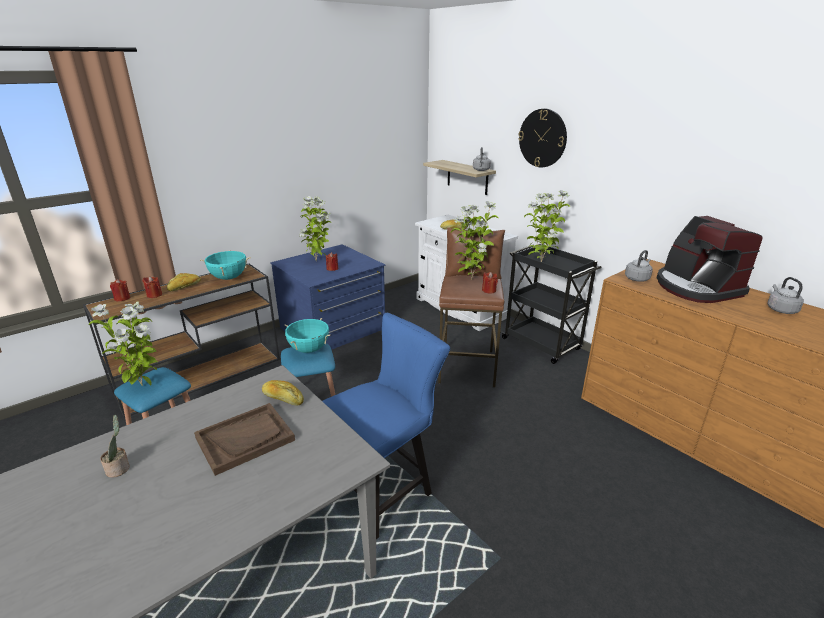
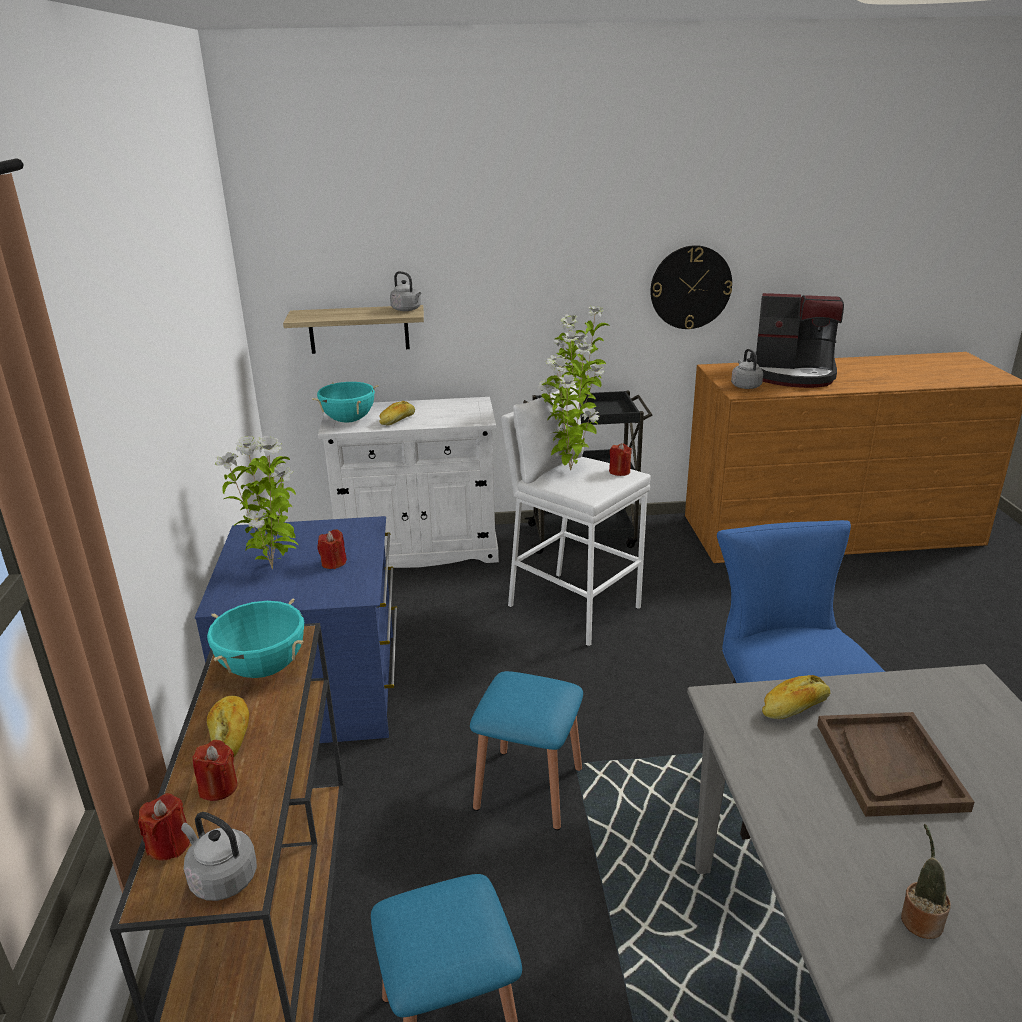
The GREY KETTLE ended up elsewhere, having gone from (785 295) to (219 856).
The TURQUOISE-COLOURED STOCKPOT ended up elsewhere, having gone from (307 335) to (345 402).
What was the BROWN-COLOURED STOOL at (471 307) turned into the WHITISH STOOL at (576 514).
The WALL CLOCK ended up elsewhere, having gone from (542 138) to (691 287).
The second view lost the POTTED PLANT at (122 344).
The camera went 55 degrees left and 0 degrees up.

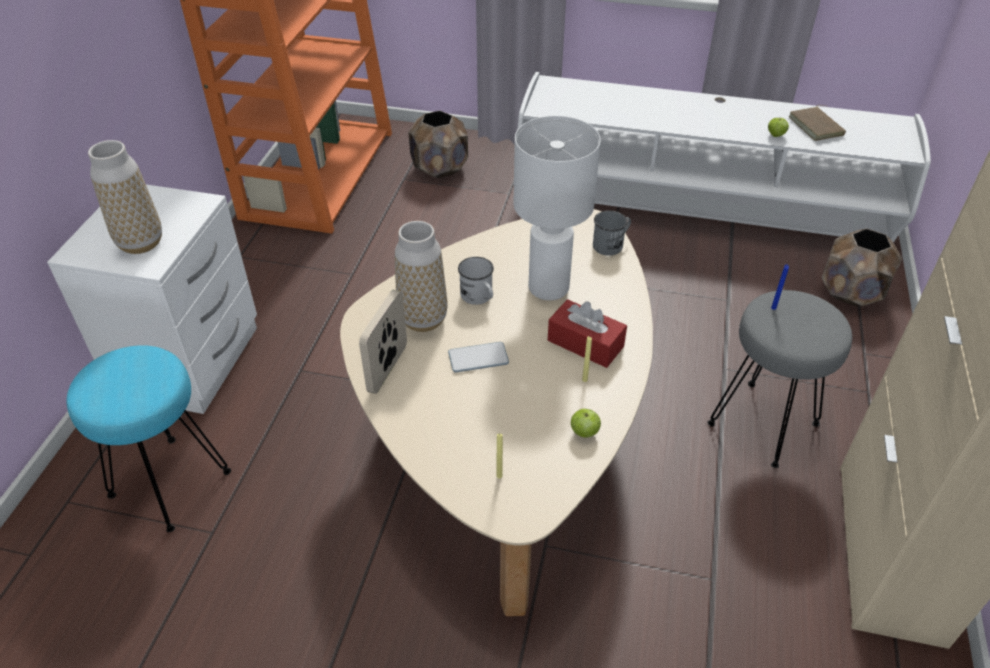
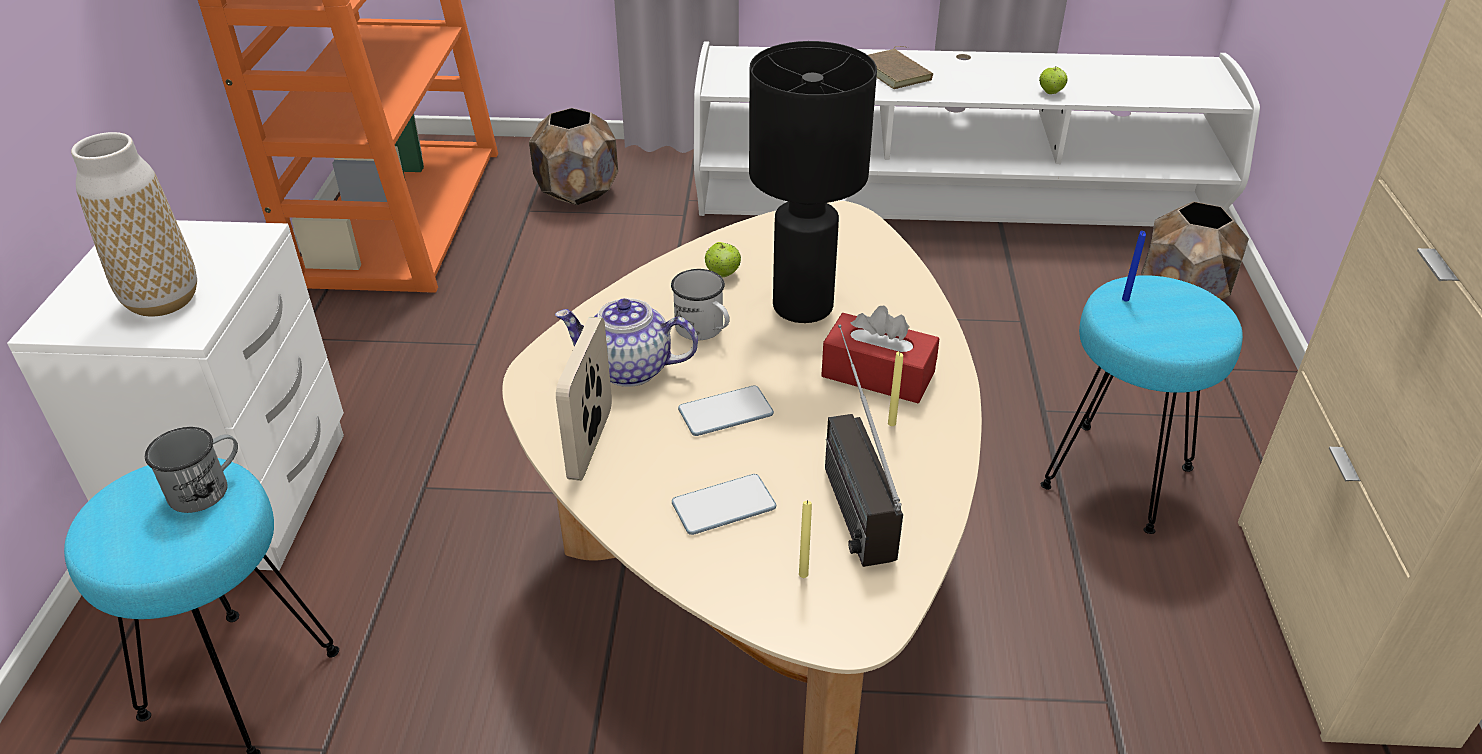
The GREY MUG ended up elsewhere, having gone from (612 233) to (191 470).
Where the DECORATIVE VASE stood at (421 276), the TEA POT came to stand at (626 342).
The second view gained the PHONE at (724 504).
The APPLE FRUIT ended up elsewhere, having gone from (586 423) to (723 259).
What was the WHITISH TABLE LAMP at (557 208) turned into the BLACK TABLE LAMP at (813 182).
The second view gained the RADIO at (864 445).
The BROWN-COLOURED VOLUME ended up elsewhere, having gone from (817 123) to (900 67).
What was the GREY STOOL at (779 379) turned into the TURQUOISE-COLOURED STOOL at (1142 404).
The camera went 10 degrees left and 5 degrees down.

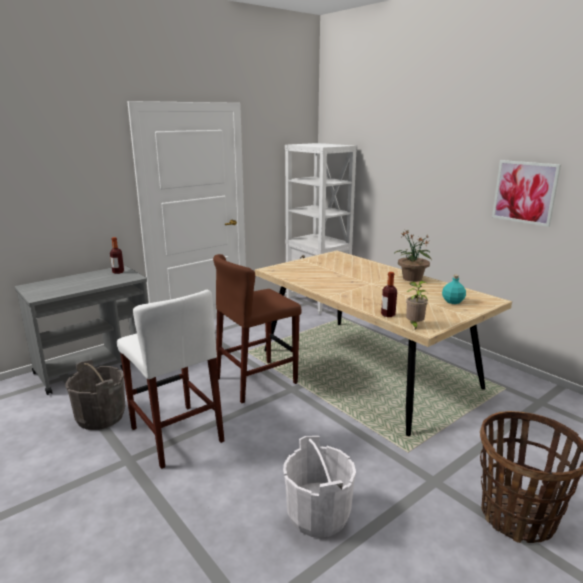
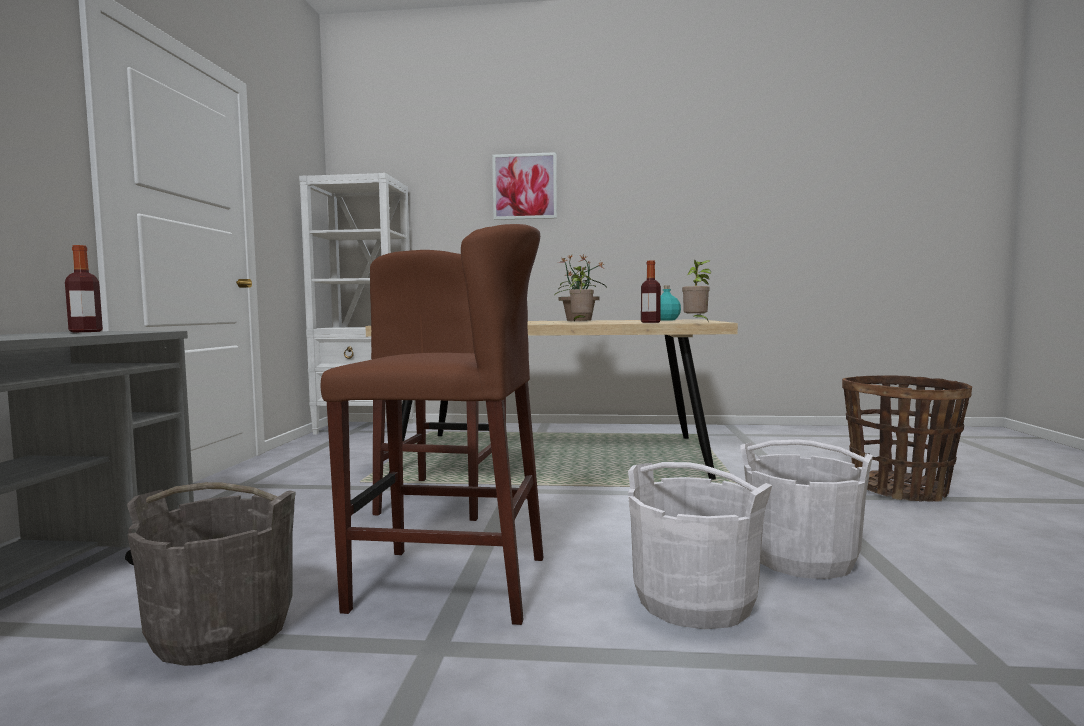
What was the WHITISH STOOL at (171 379) turned into the BROWN-COLOURED STOOL at (432 424).
The WALL PICTURE ended up elsewhere, having gone from (526 193) to (524 186).
The second view gained the POTTED PLANT at (581 294).
The second view gained the WHITISH PAIL at (700 545).
The camera went 45 degrees left and 15 degrees down.

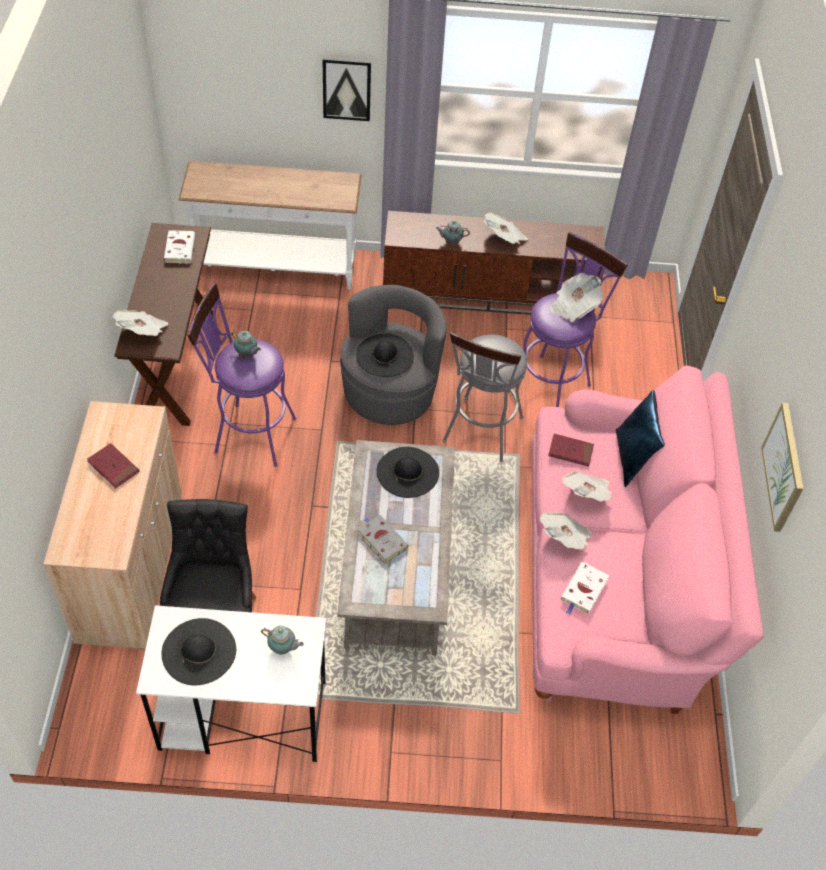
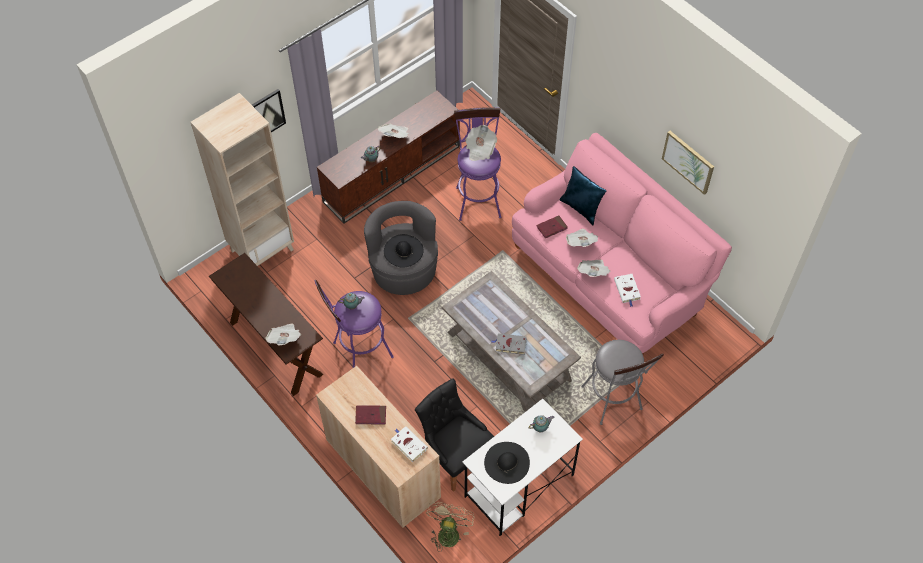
Where the WHITISH HALL TABLE stood at (269 225), the BEIGE-COLOURED SHELVING UNIT came to stand at (242 179).
The WHITISH VOLUME ended up elsewhere, having gone from (179 247) to (409 444).
The second view gained the BEIGE-COLOURED COOLING FAN at (450 526).
The GREY STOOL ended up elsewhere, having gone from (485 397) to (622 382).
The second view lost the BLACK HAT at (408 472).
The camera went 40 degrees left and 5 degrees up.

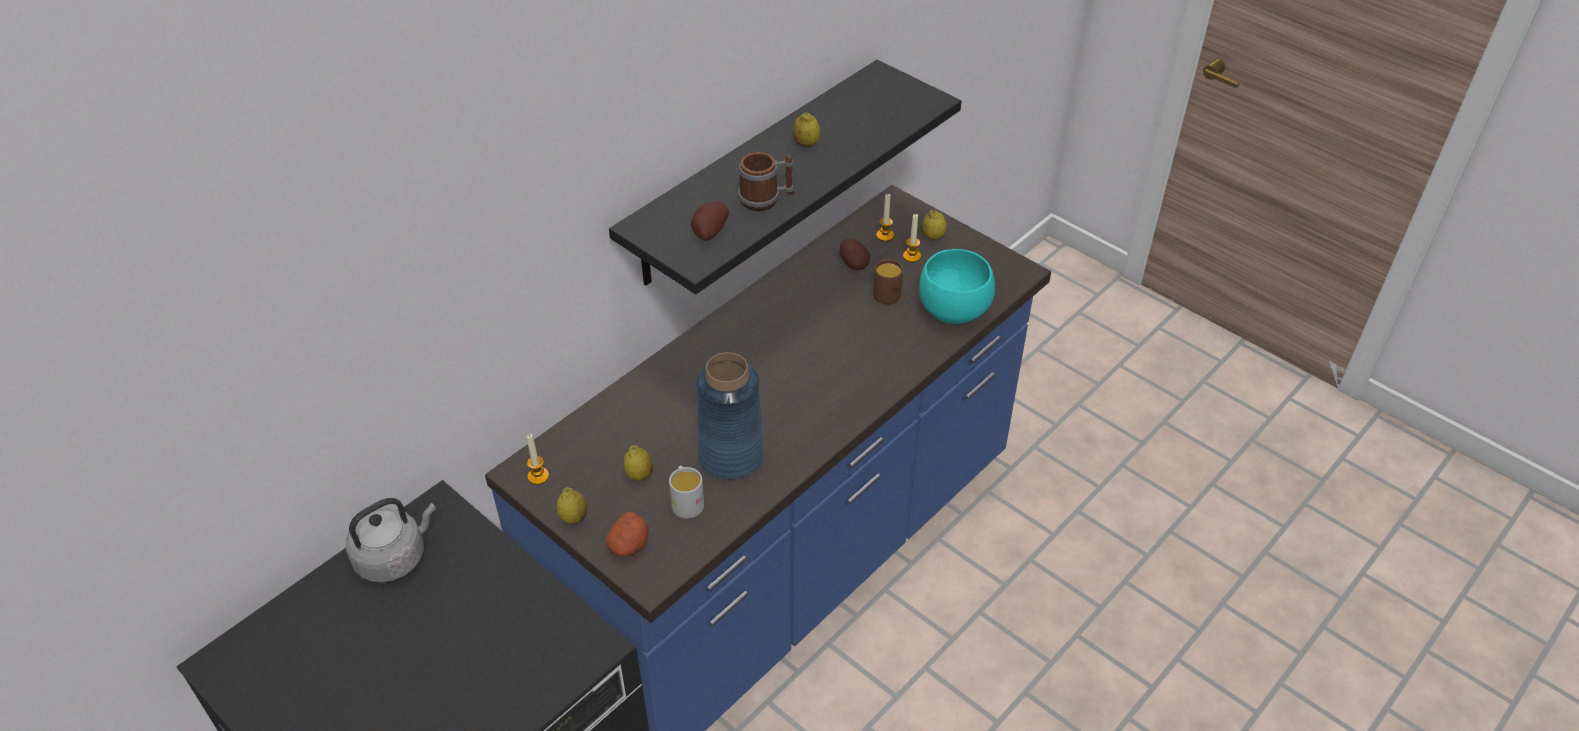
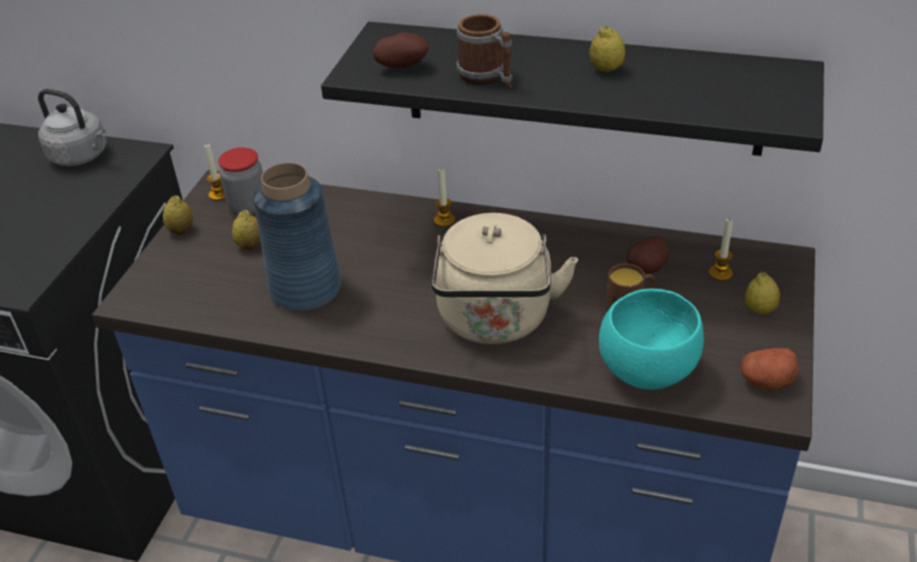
The second view gained the JAR at (240 181).
The second view gained the BEIGE-COLOURED KETTLE at (505 278).
The CANDLE ended up elsewhere, having gone from (912 238) to (444 198).
The WHOLE POTATO ended up elsewhere, having gone from (627 534) to (769 369).
The second view lost the WHITISH MUG at (686 492).
The camera went 65 degrees right and 5 degrees down.

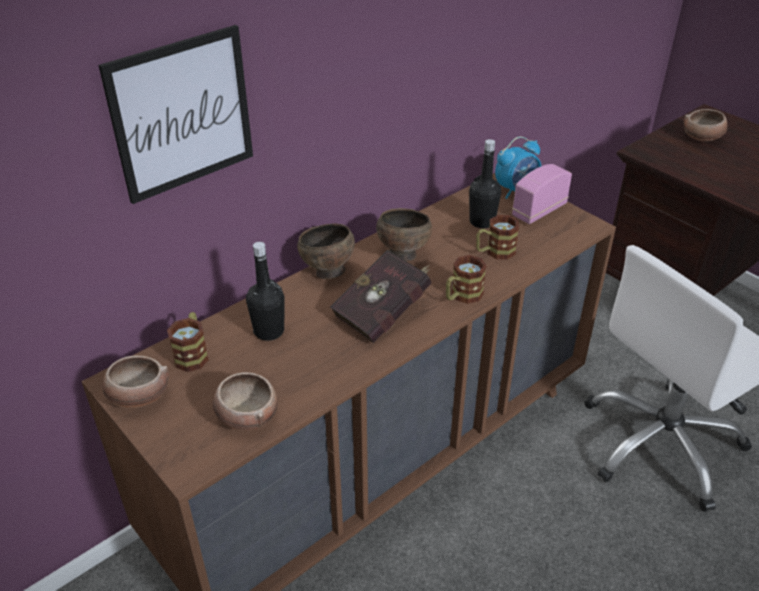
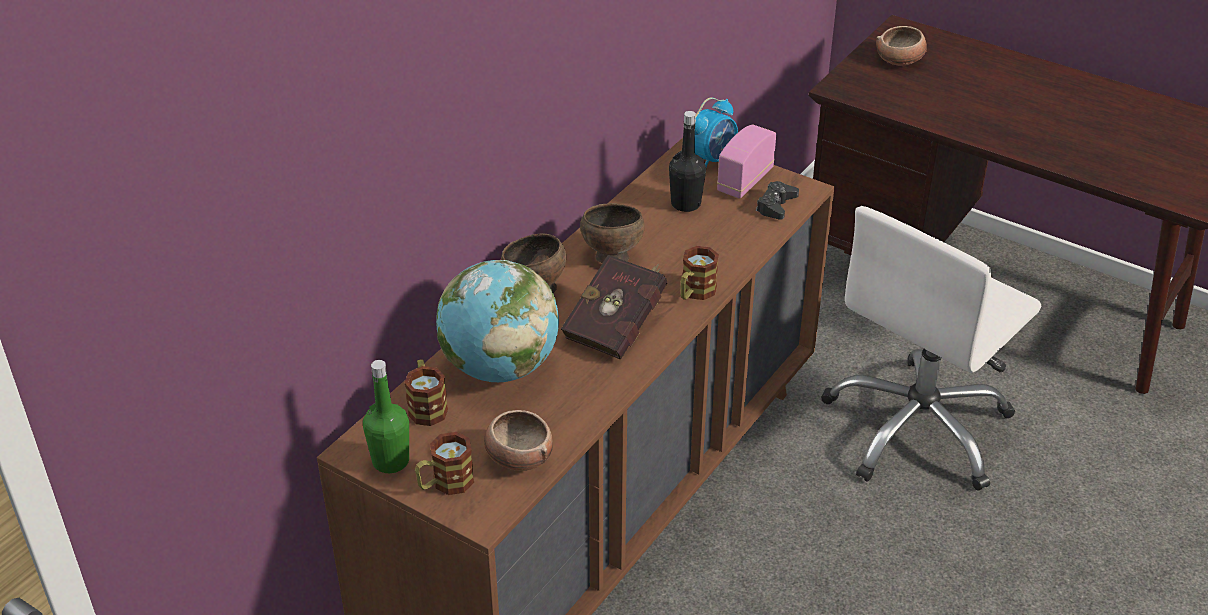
Where the SERVING BOWL stood at (136 381), the GREENISH BEVERAGE BOTTLE came to stand at (386 416).
The MUG ended up elsewhere, having gone from (497 237) to (444 463).
Where the BLACK BEVERAGE BOTTLE stood at (265 291), the GLOBE came to stand at (497 321).
The second view gained the BLACK GAME CONTROLLER at (777 200).
The second view lost the WALL PICTURE at (176 114).
The camera went 15 degrees left and 0 degrees up.

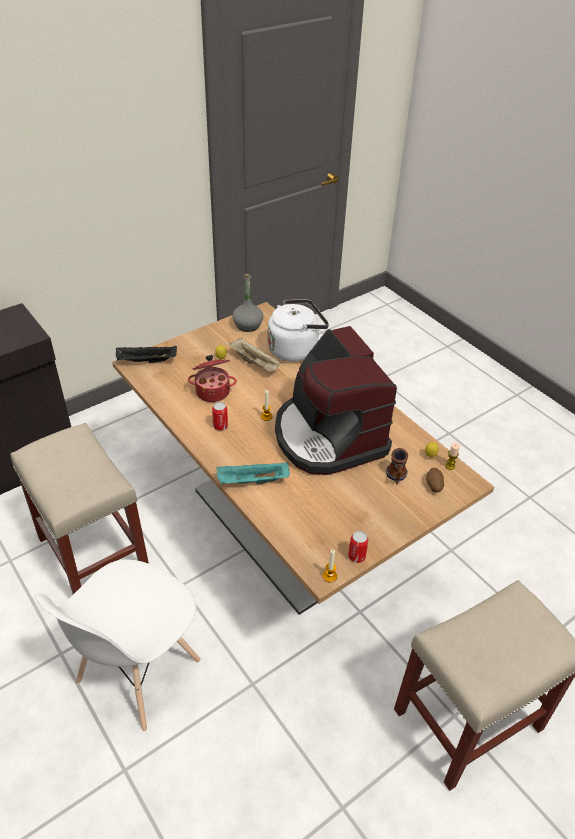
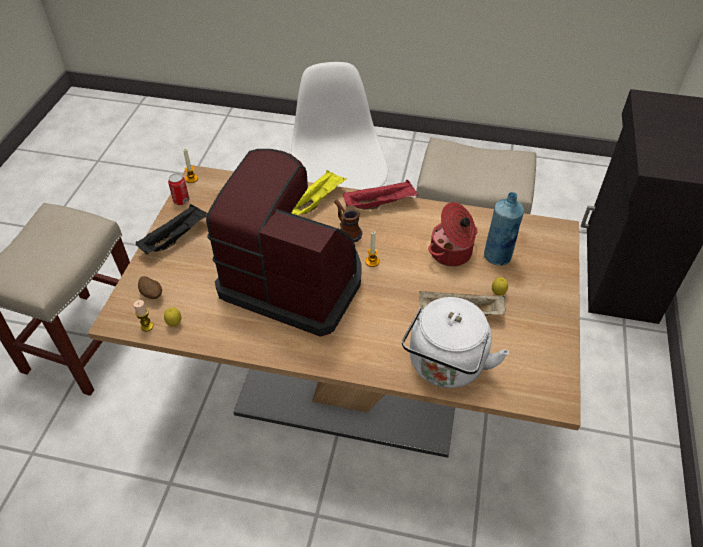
The BLACK TRAY ended up elsewhere, having gone from (146 355) to (172 229).
What was the TURQUOISE-COLOURED TRAY at (253 473) turned into the YELLOW-COLOURED TRAY at (319 192).
The MUG ended up elsewhere, having gone from (397 466) to (348 221).
The second view gained the RED-COLOURED TRAY at (380 194).
The second view gained the BLUE-COLOURED BEVERAGE BOTTLE at (504 228).
The second view lost the CAN at (220 416).
The second view lost the GREY BEVERAGE BOTTLE at (248 303).
The camera went 140 degrees right and 5 degrees up.

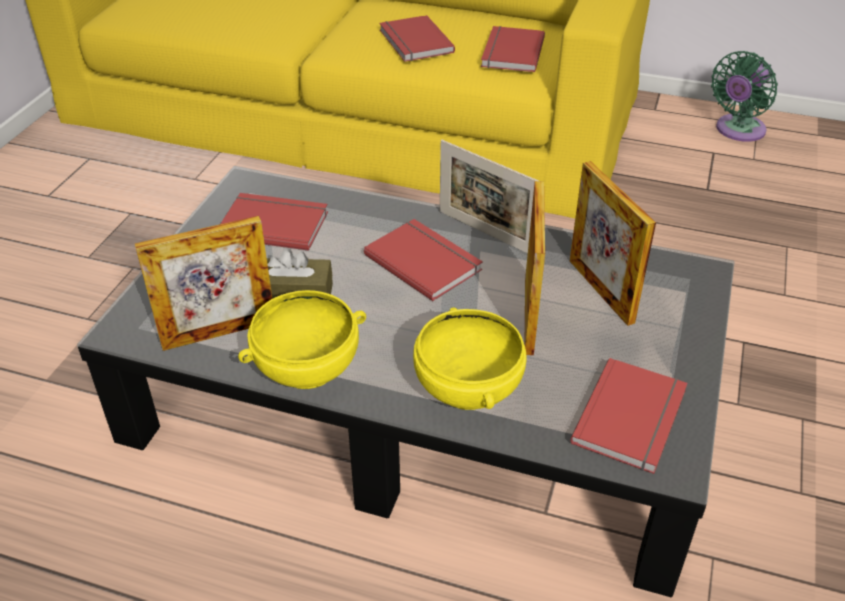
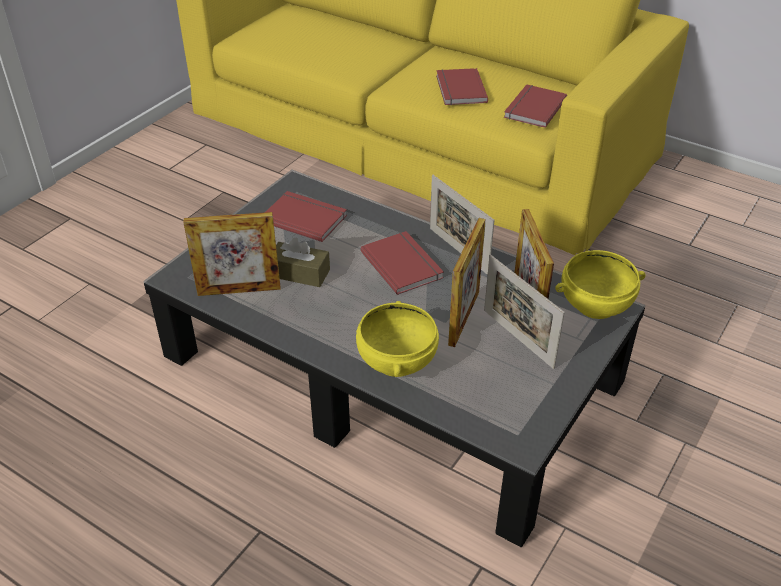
The second view gained the PICTURE FRAME at (524 312).
The YELLOW-COLOURED SERVING BOWL ended up elsewhere, having gone from (302 339) to (600 284).
The second view lost the RED-COLOURED VOLUME at (629 416).
The second view lost the GREENISH COOLING FAN at (744 96).
The camera went 15 degrees right and 0 degrees up.

